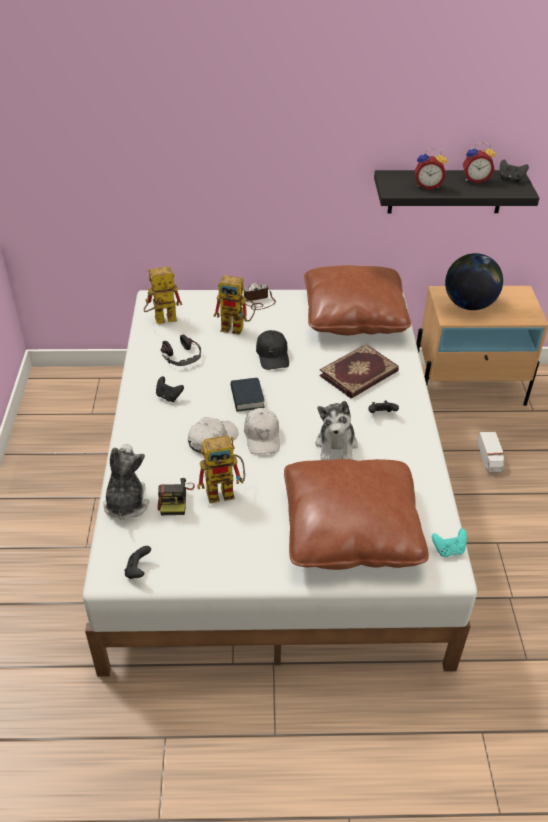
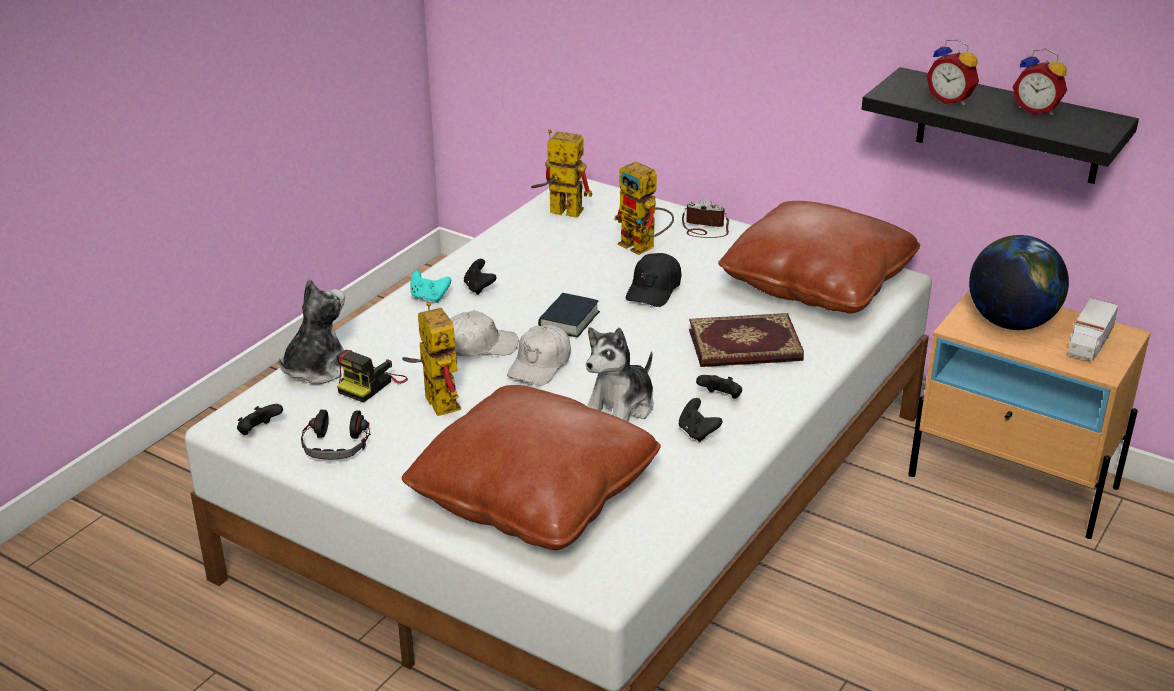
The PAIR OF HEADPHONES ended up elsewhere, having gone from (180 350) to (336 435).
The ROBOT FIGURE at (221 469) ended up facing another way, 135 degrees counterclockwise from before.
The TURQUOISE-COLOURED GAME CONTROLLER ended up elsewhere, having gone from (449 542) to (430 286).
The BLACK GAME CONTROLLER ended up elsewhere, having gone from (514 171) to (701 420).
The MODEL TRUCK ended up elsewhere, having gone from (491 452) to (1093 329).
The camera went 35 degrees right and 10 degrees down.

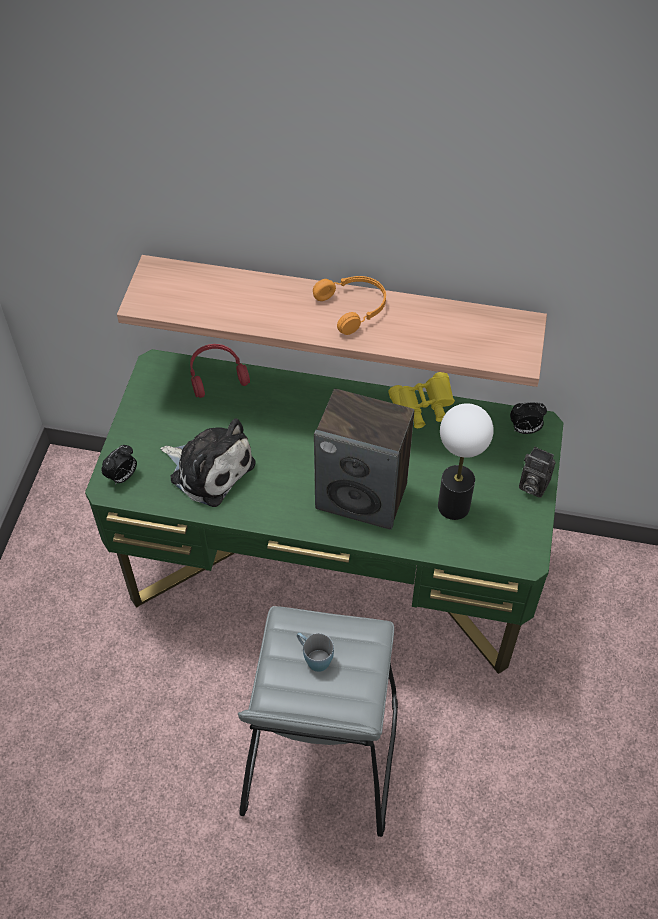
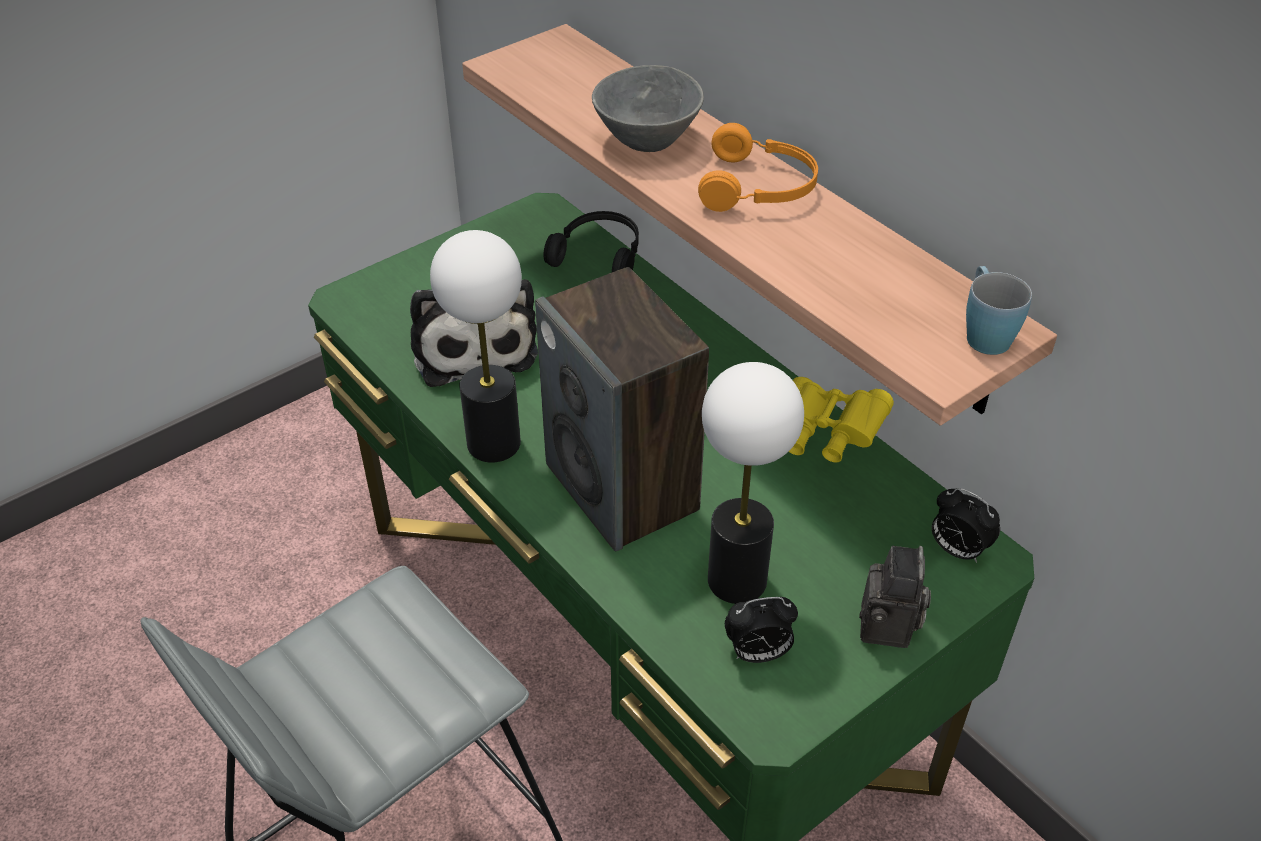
The second view gained the TABLE LAMP at (476 346).
What was the RED-COLOURED PAIR OF HEADPHONES at (220 371) turned into the BLACK PAIR OF HEADPHONES at (591 241).
The second view gained the GREY SERVING BOWL at (648 108).
The BEDSIDE CLOCK ended up elsewhere, having gone from (119 465) to (761 630).
The STILL CAMERA at (537 472) ended up facing another way, 150 degrees counterclockwise from before.
The BLUE-COLOURED MUG ended up elsewhere, having gone from (315 652) to (999 310).
The camera went 40 degrees right and 10 degrees down.

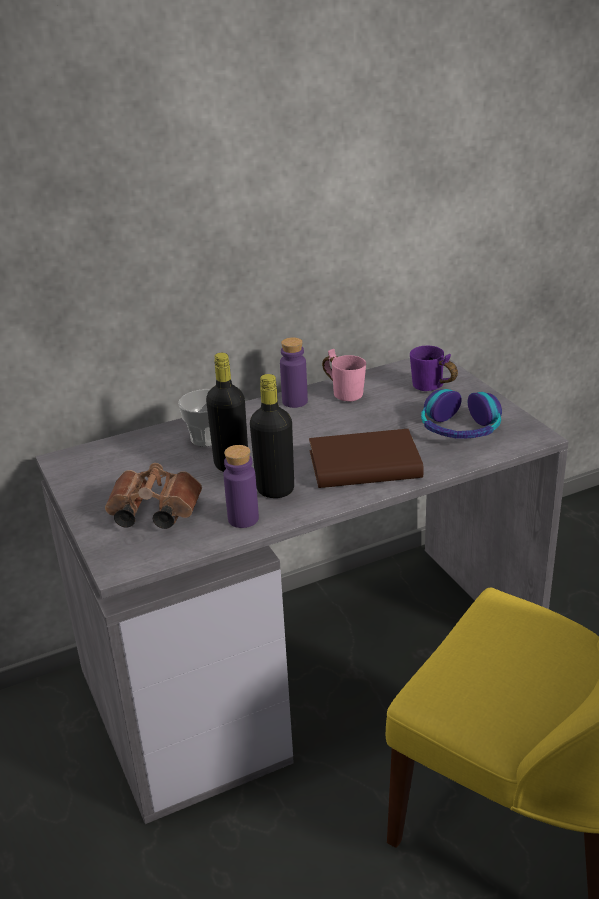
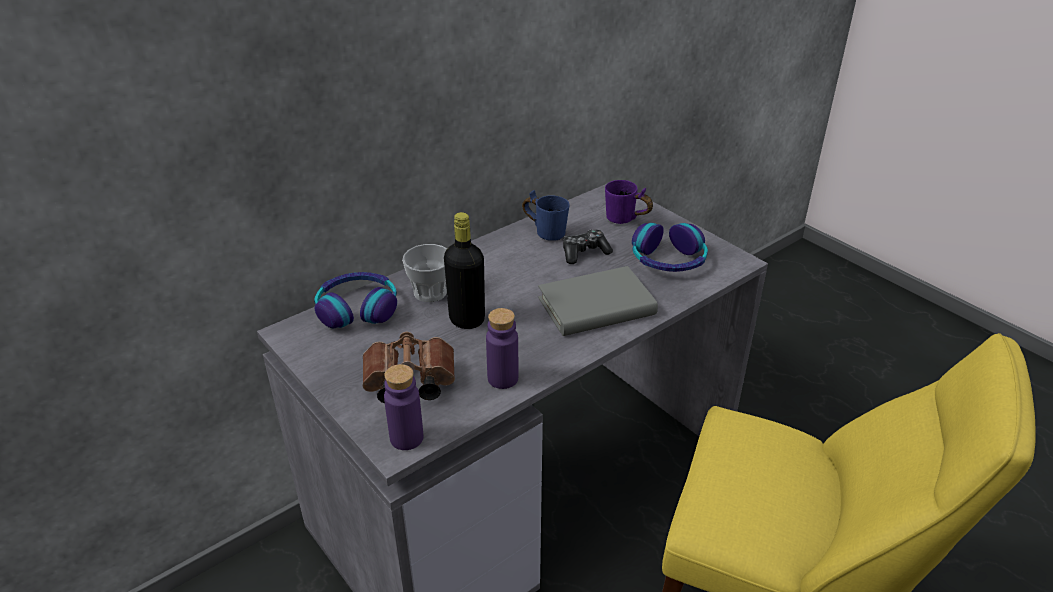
The second view gained the PAIR OF HEADPHONES at (355 300).
The PURPLISH BEVERAGE BOTTLE ended up elsewhere, having gone from (294 372) to (403 407).
What was the PINKISH MUG at (344 375) turned into the BLUE-COLOURED MUG at (545 215).
What was the BROWN-COLOURED VOLUME at (366 458) turned into the GREY VOLUME at (598 301).
The second view gained the GAME CONTROLLER at (588 246).
The second view lost the BLACK BEVERAGE BOTTLE at (272 436).
The camera went 15 degrees left and 5 degrees up.

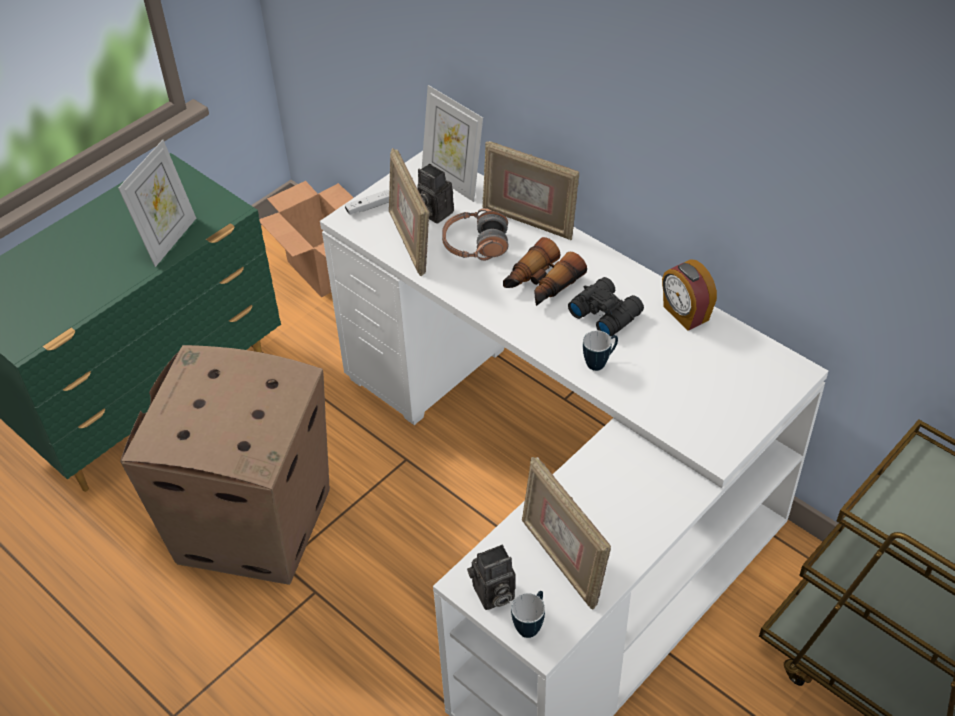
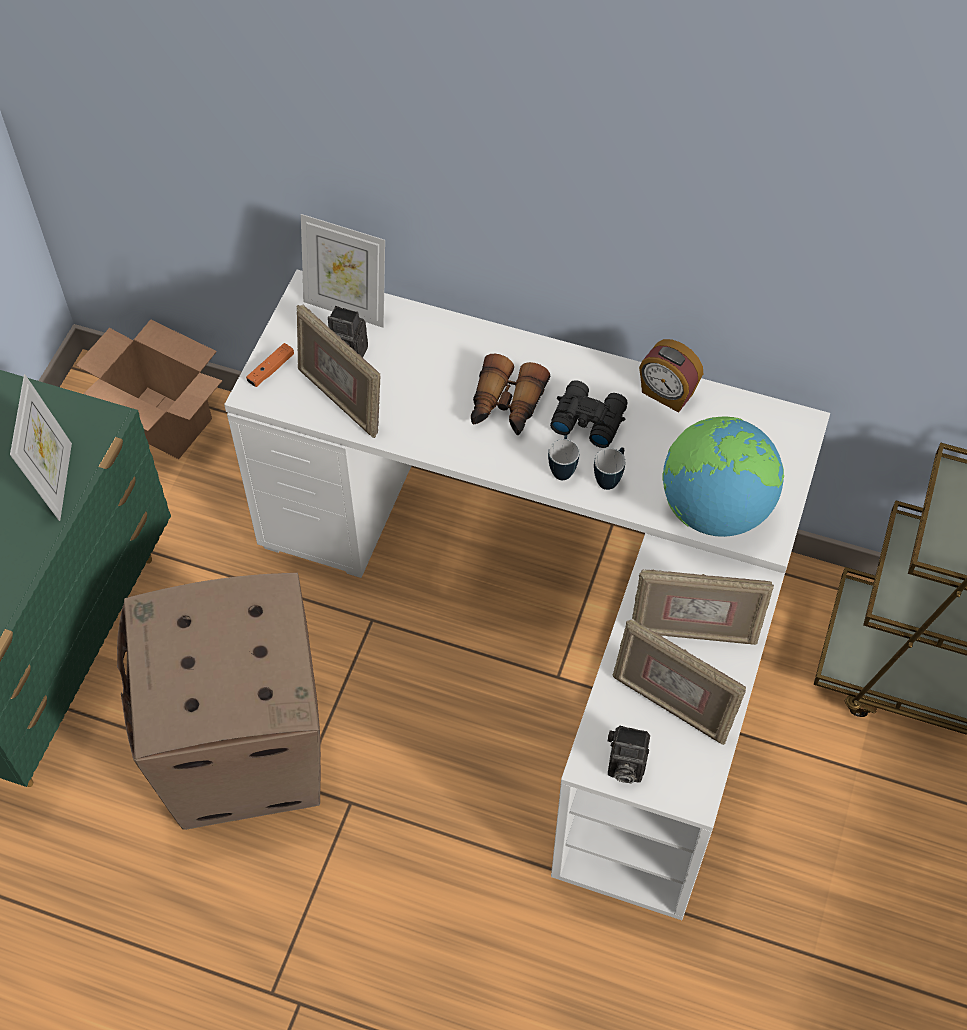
What was the WHITISH GAME CONTROLLER at (367 202) turned into the ORANGE GAME CONTROLLER at (270 365).
The MUG ended up elsewhere, having gone from (528 614) to (563 457).
The STILL CAMERA at (491 577) ended up facing another way, 60 degrees clockwise from before.
The PICTURE FRAME ended up elsewhere, having gone from (530 190) to (703 607).
The second view gained the GLOBE at (723 476).
The second view lost the PAIR OF HEADPHONES at (475 234).
The camera went 25 degrees left and 10 degrees up.

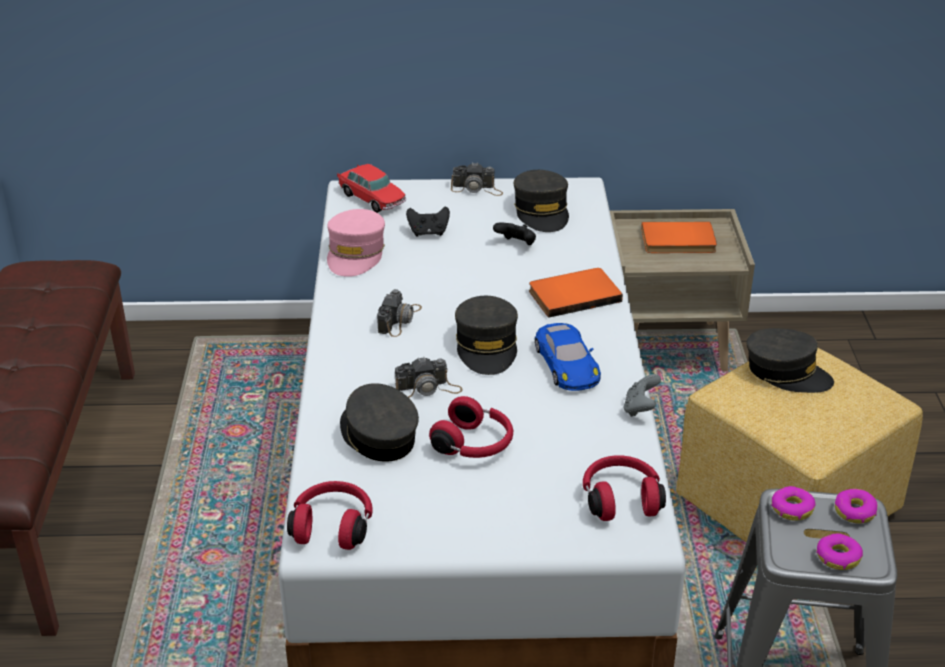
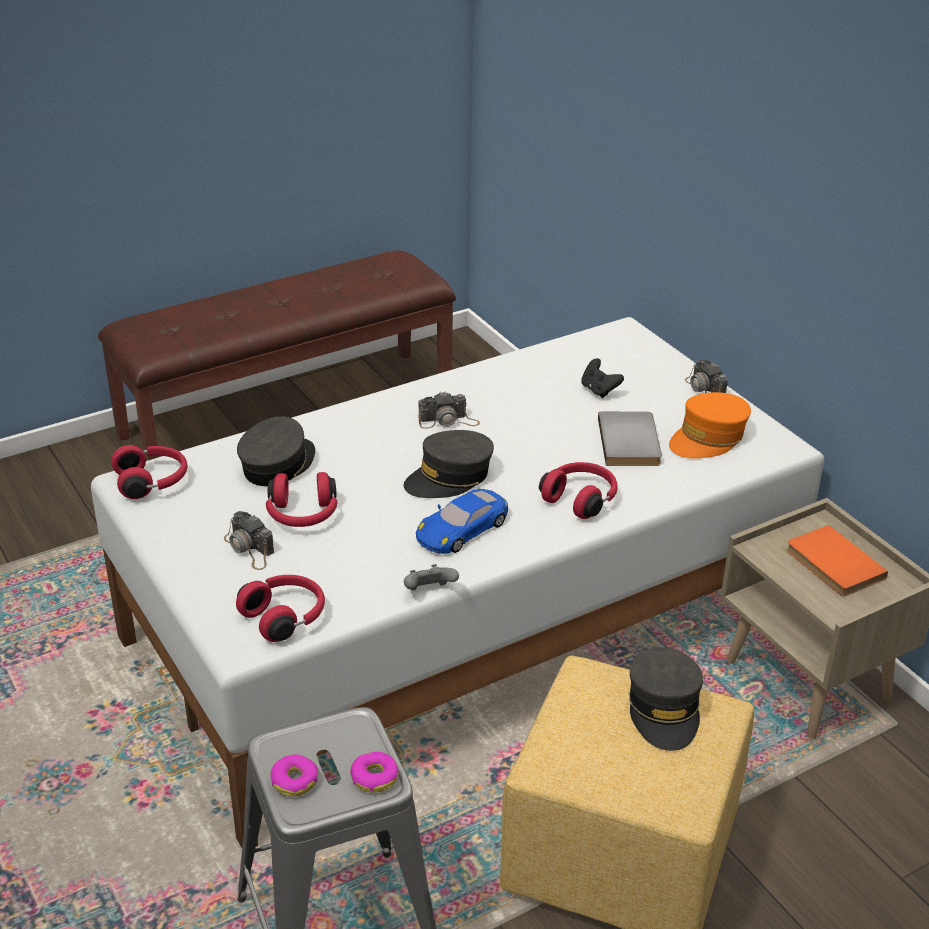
The STILL CAMERA ended up elsewhere, having gone from (429 377) to (249 540).
Where the ORANGE VOLUME stood at (576 293), the RED-COLOURED PAIR OF HEADPHONES came to stand at (578 490).
Where the BLACK GAME CONTROLLER stood at (514 233), the GREY VOLUME came to stand at (630 439).
What was the GREY CAP at (541 201) turned into the ORANGE CAP at (710 425).
The second view lost the PINKISH CAP at (356 243).
The second view lost the MODEL CAR at (371 188).
The second view lost the RING DOUGHNUT at (794 503).
The camera went 60 degrees right and 0 degrees up.

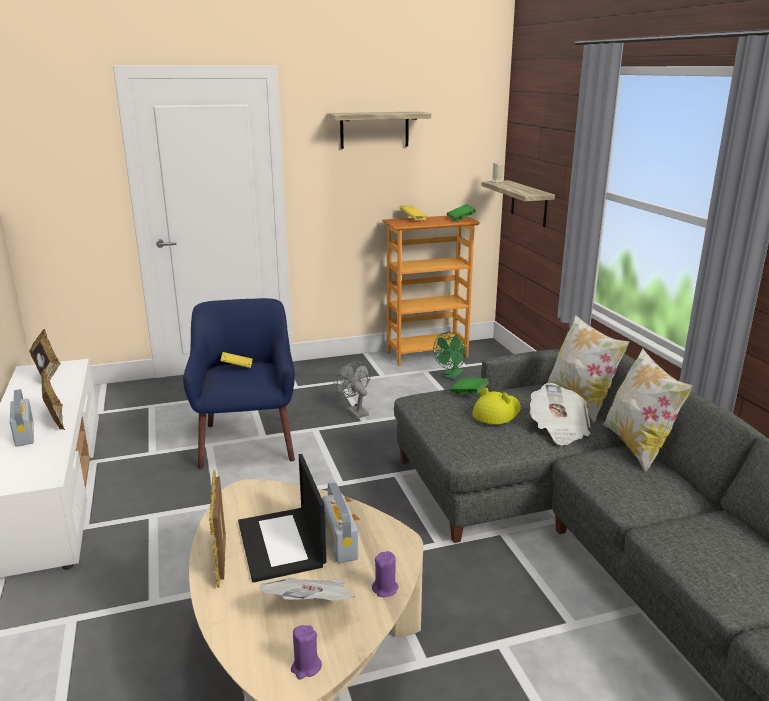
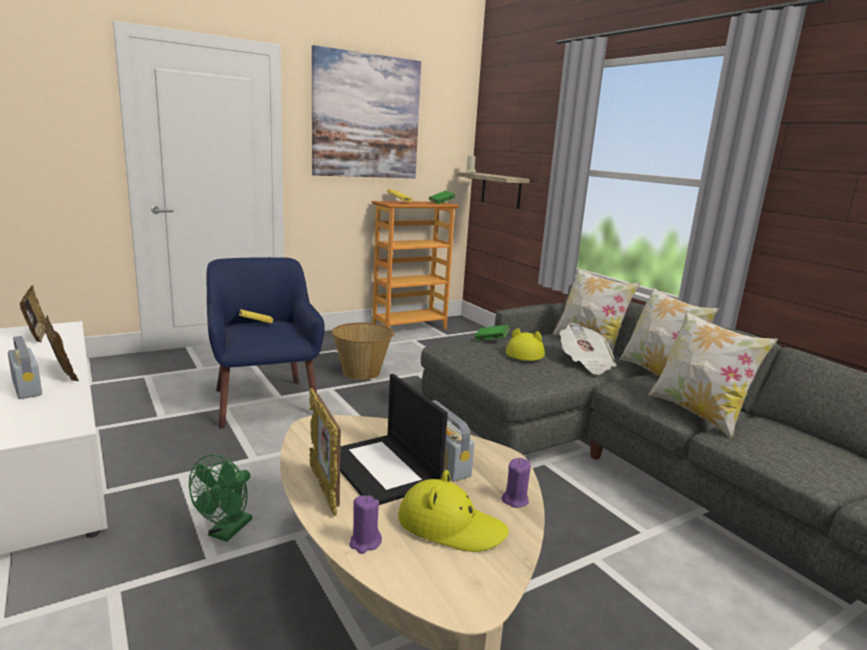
The GREENISH COOLING FAN ended up elsewhere, having gone from (450 356) to (220 498).
Where the BRACKET SHELF hung at (379 130), the WALL PICTURE came to hang at (366 111).
Where the GREY COOLING FAN stood at (352 390), the BASKET came to stand at (363 351).
The PURPLISH CANDLE ended up elsewhere, having gone from (306 652) to (365 524).
Where the PRINTED PAPER stood at (307 589), the YELLOW-COLOURED HAT came to stand at (453 511).
The second view gained the THROW PILLOW at (713 374).
The camera went 15 degrees left and 5 degrees down.

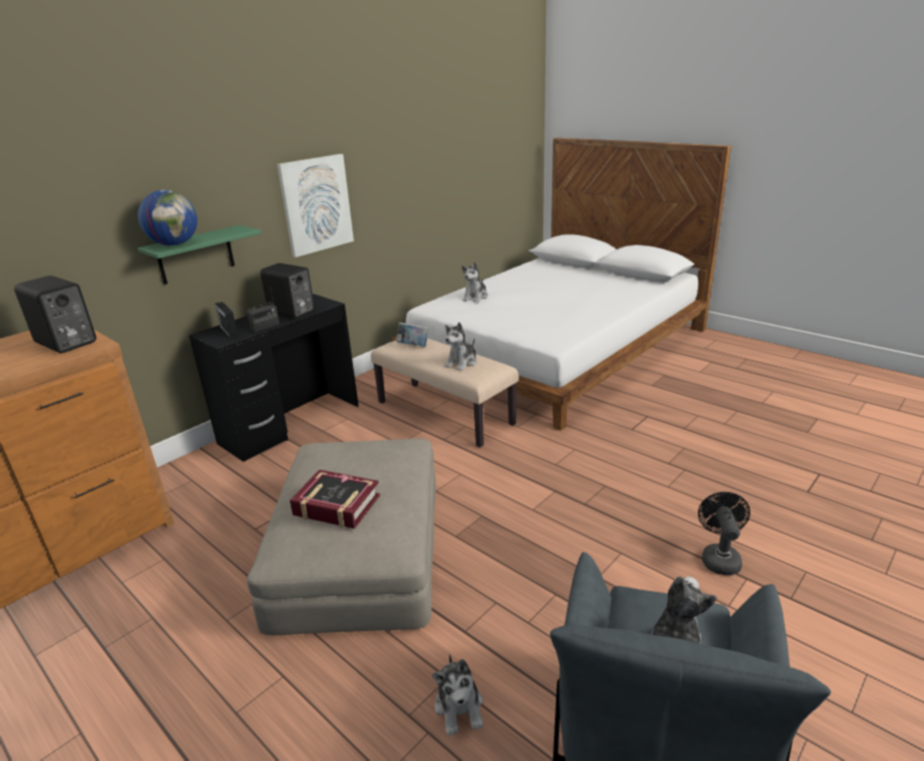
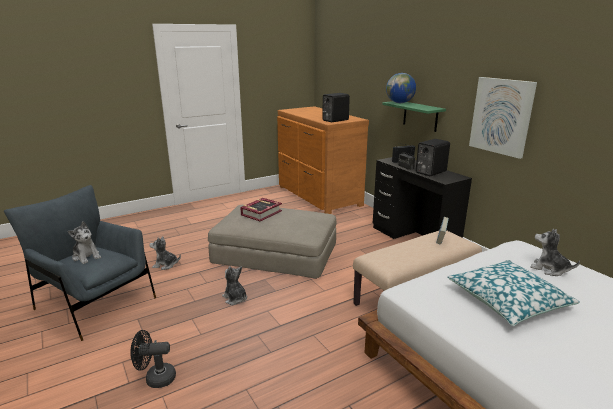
The BLACK COOLING FAN at (724 533) ended up facing another way, 150 degrees clockwise from before.
The PLUSH TOY ended up elsewhere, having gone from (461 346) to (234 285).
The second view gained the THROW PILLOW at (513 293).
The camera went 105 degrees right and 5 degrees down.

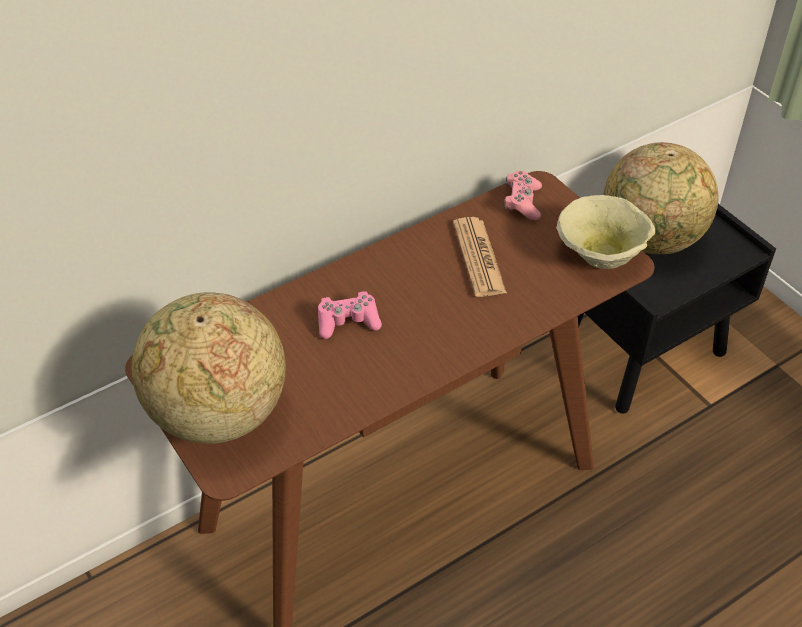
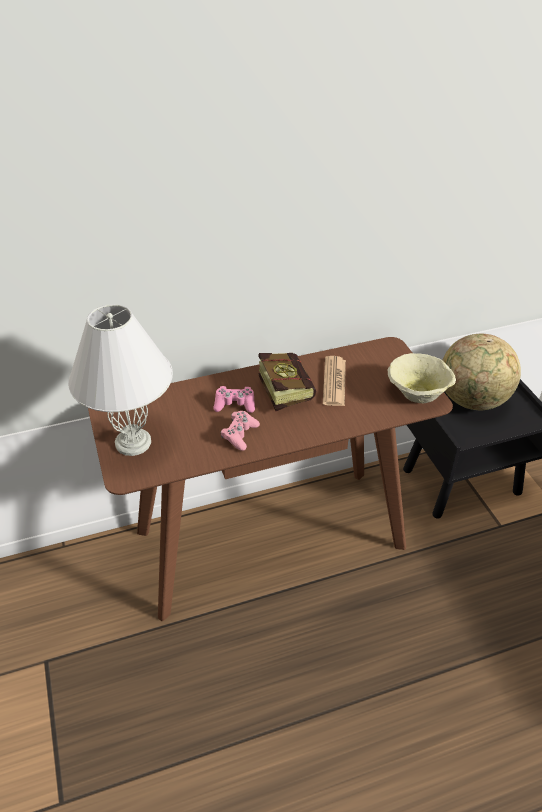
Where the GLOBE stood at (208 368), the WHITISH TABLE LAMP came to stand at (120 380).
The PINKISH GAME CONTROLLER ended up elsewhere, having gone from (523 195) to (240 431).
The second view gained the VOLUME at (287 382).
The camera went 15 degrees right and 5 degrees down.

